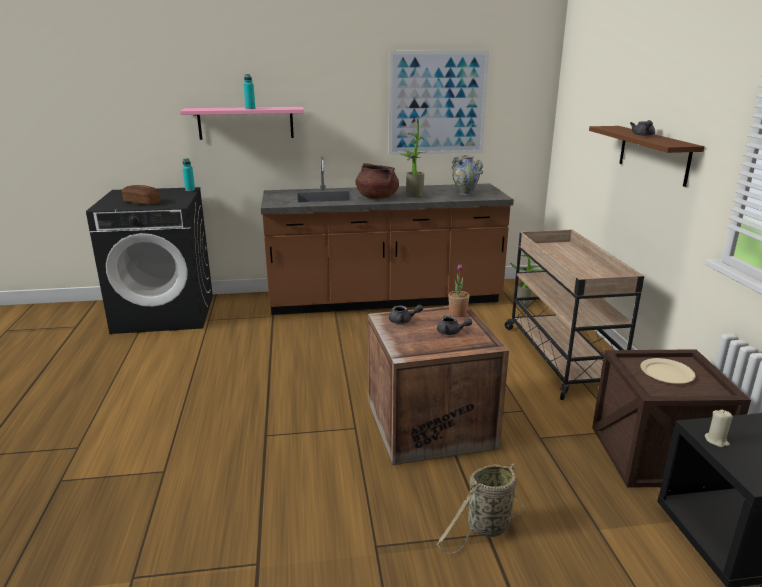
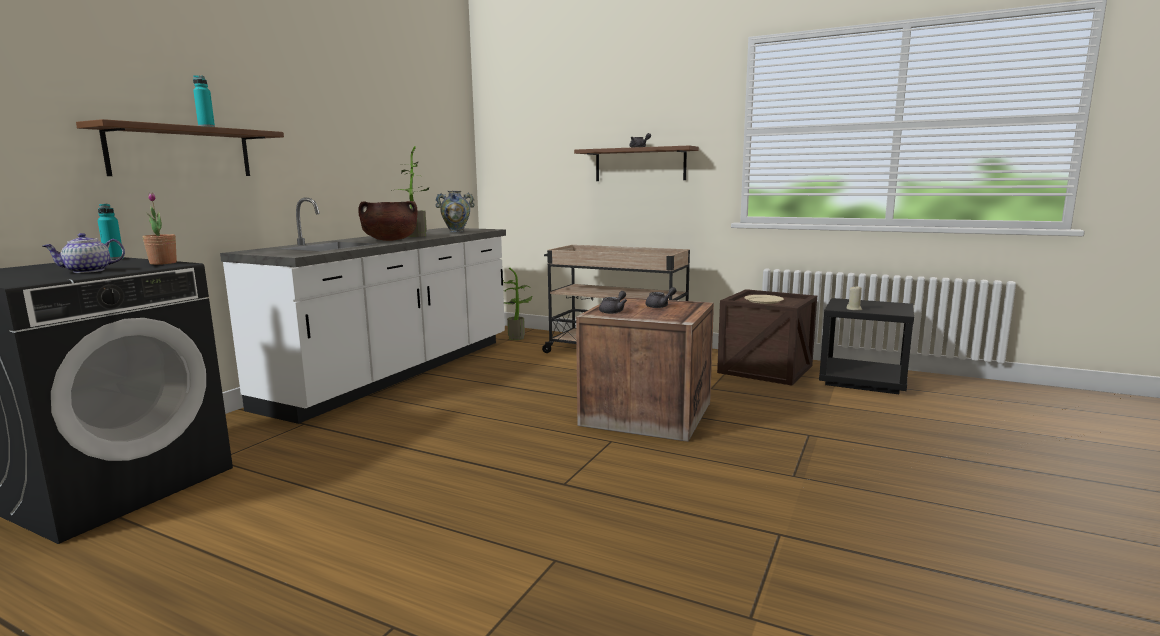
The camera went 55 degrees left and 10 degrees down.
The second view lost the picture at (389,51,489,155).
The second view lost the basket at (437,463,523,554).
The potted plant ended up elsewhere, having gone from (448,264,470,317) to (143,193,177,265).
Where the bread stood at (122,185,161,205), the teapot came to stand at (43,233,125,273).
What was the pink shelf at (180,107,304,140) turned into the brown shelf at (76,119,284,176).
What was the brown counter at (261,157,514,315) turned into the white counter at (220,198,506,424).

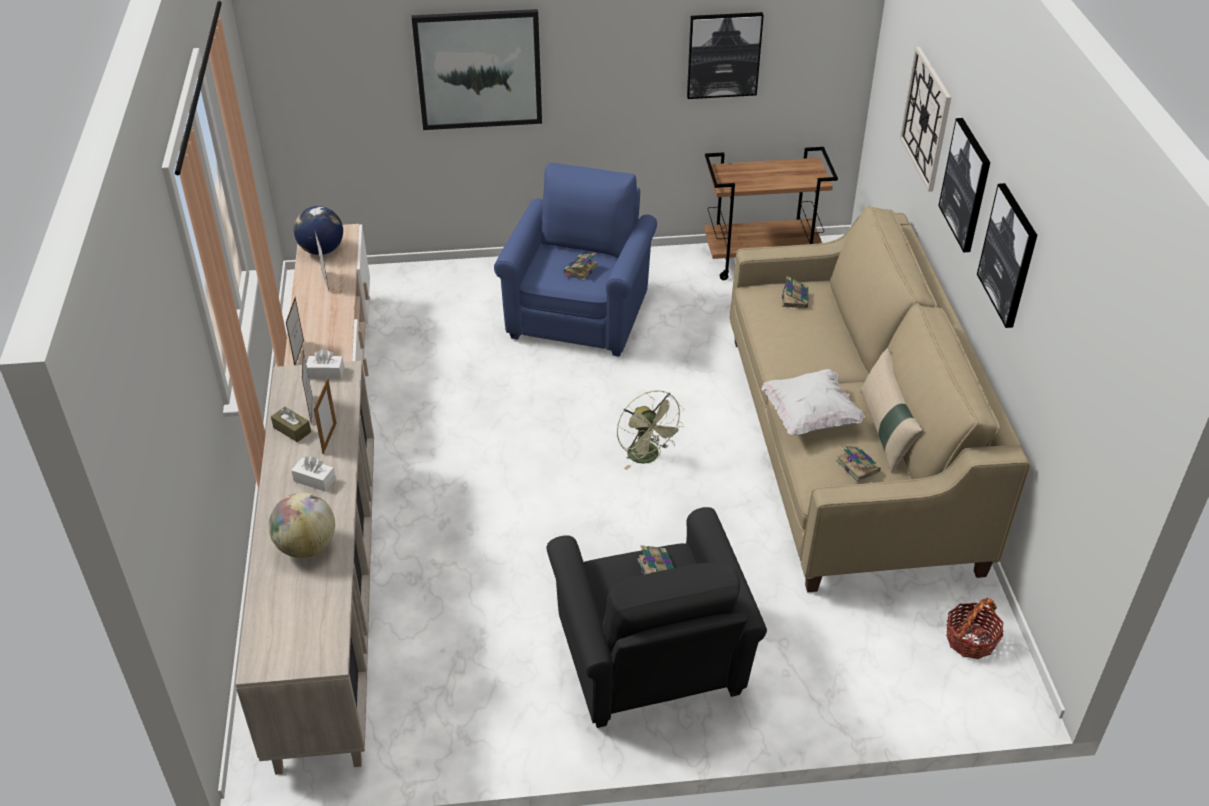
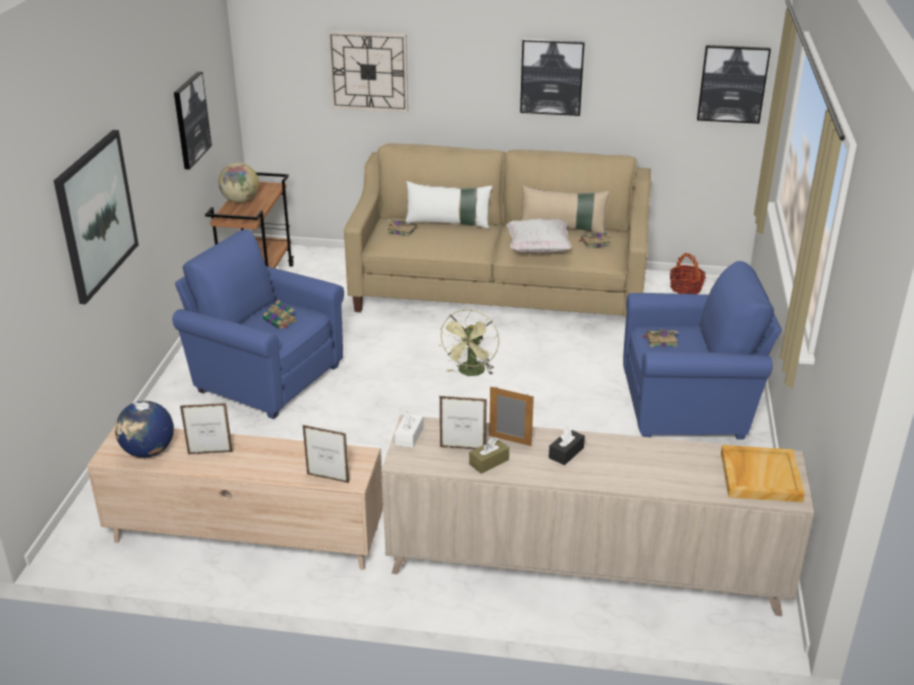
The camera went 75 degrees left and 10 degrees down.
The second view gained the white pillow at (405,181,492,229).
The second view gained the beige tray at (721,445,805,502).
The globe ended up elsewhere, having gone from (268,493,335,558) to (218,162,259,203).
The picture ended up elsewhere, having gone from (938,118,990,252) to (697,45,771,124).
What was the white tissue box at (291,456,336,491) turned into the black tissue box at (549,427,585,465).
What was the black armchair at (547,507,767,728) turned into the blue armchair at (623,261,782,440).
The green fan at (617,390,685,470) ended up facing another way, 120 degrees clockwise from before.

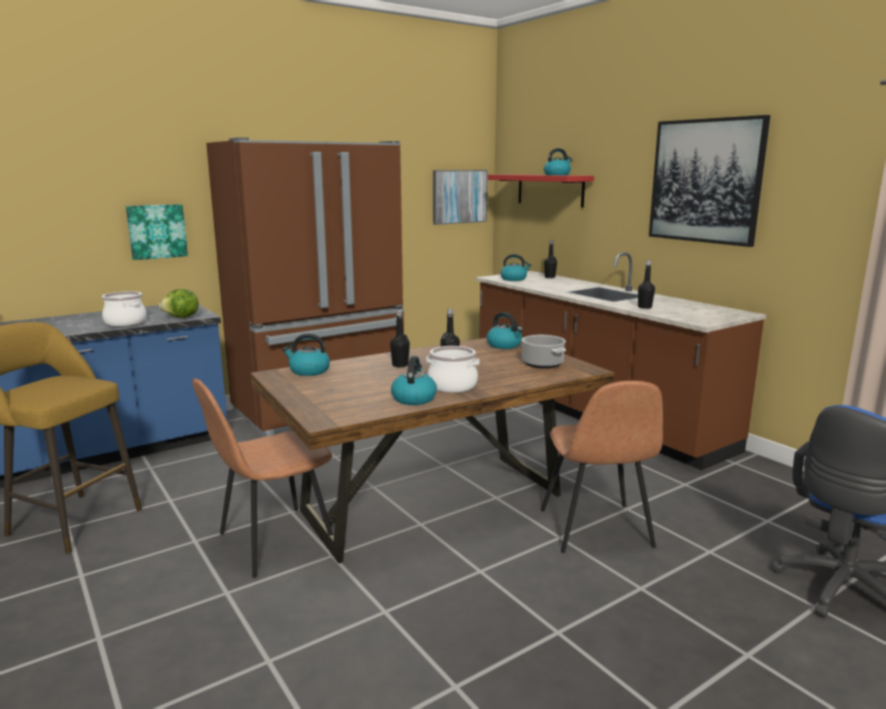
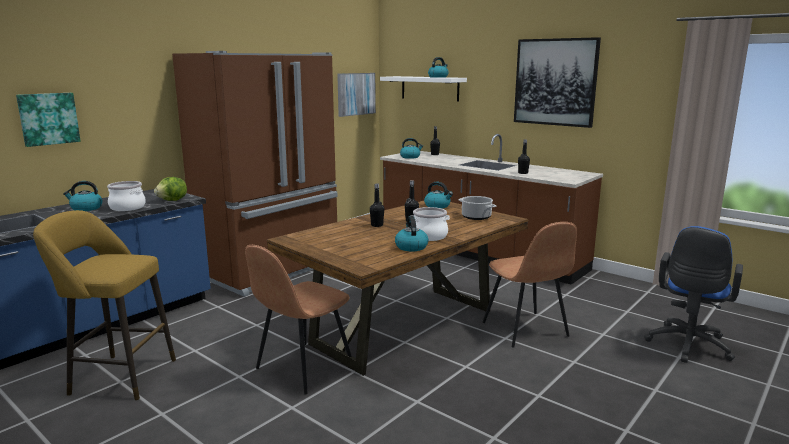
The camera went 15 degrees left and 0 degrees up.
The picture ended up elsewhere, having gone from (126,204,188,260) to (16,93,81,147).
The kettle ended up elsewhere, having gone from (282,334,330,376) to (63,181,103,211).
What was the red shelf at (488,174,594,208) turned into the white shelf at (380,76,467,102).

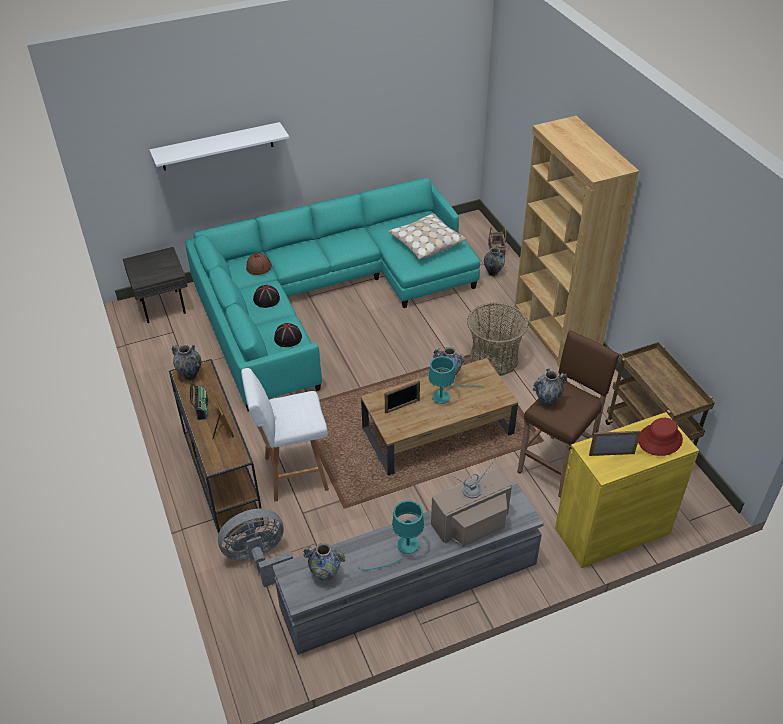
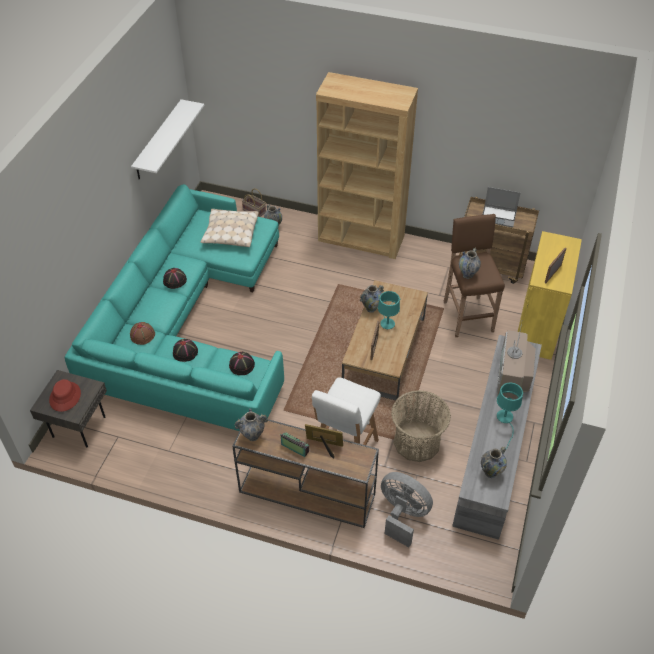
The camera went 50 degrees left and 5 degrees up.
The second view gained the black hat at (163,268,187,289).
The second view gained the laptop at (482,187,521,227).
The white shelf ended up elsewhere, having gone from (149,122,289,170) to (131,99,204,179).
The basket ended up elsewhere, having gone from (467,302,528,376) to (391,390,451,462).
The red hat ended up elsewhere, having gone from (638,418,683,456) to (49,379,81,412).
The grey fan at (218,508,293,587) ended up facing another way, 105 degrees clockwise from before.

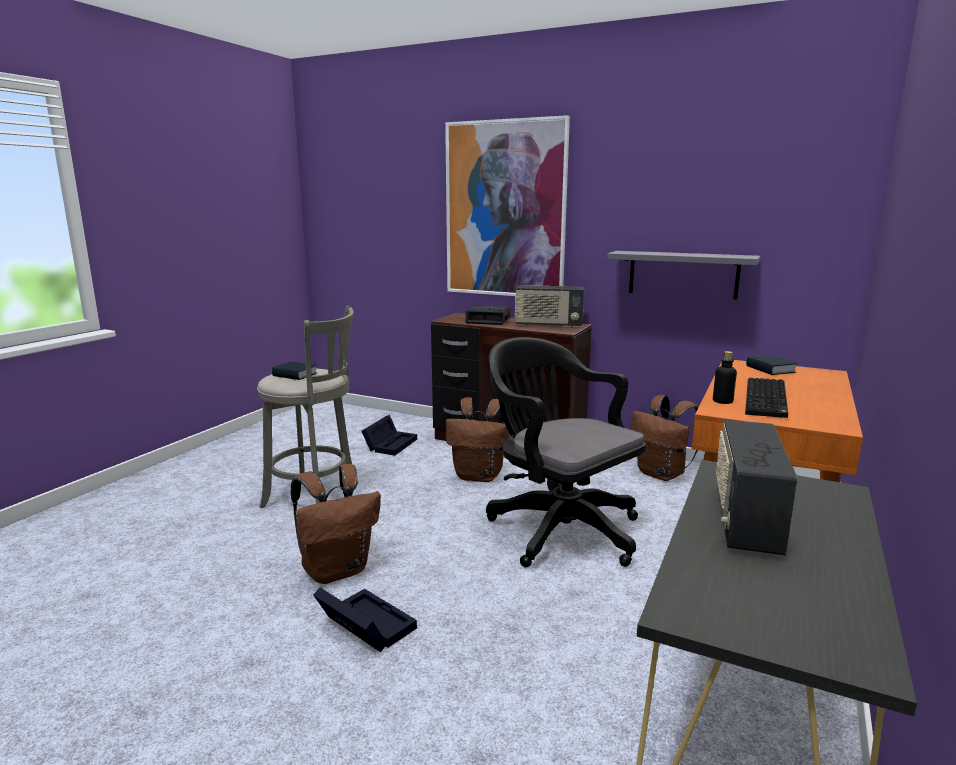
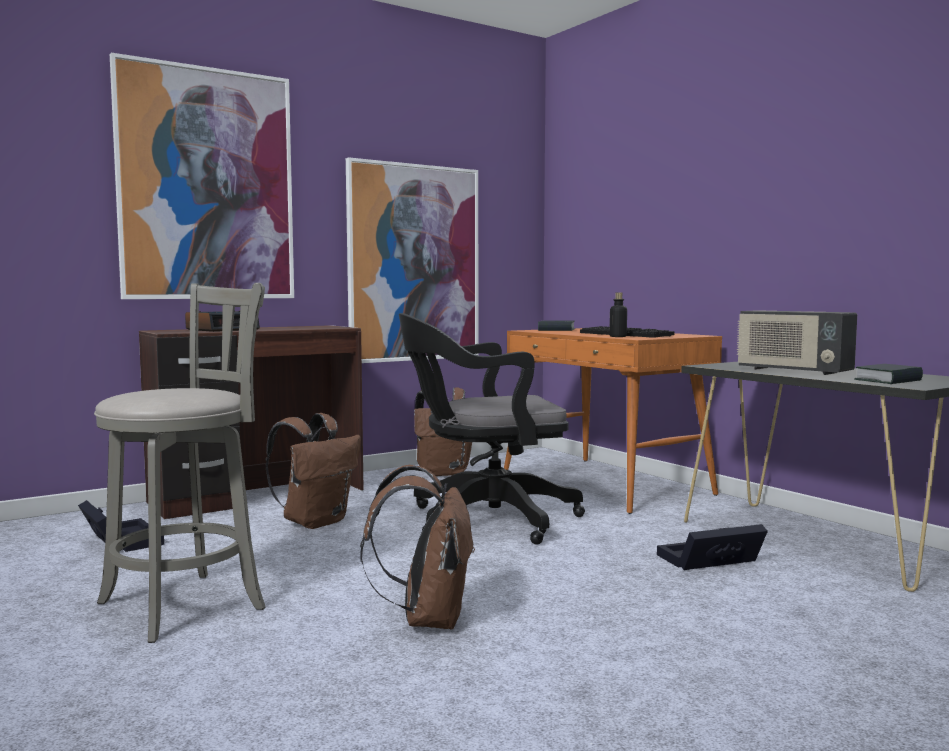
The camera went 60 degrees left and 10 degrees down.
The second view lost the radio at (515,285,584,327).
The book ended up elsewhere, having gone from (272,361,317,380) to (854,364,923,384).
The black storage box ended up elsewhere, having gone from (313,587,417,652) to (657,524,768,570).
Where the grey shelf hung at (607,251,760,300), the picture came to hang at (346,157,478,363).

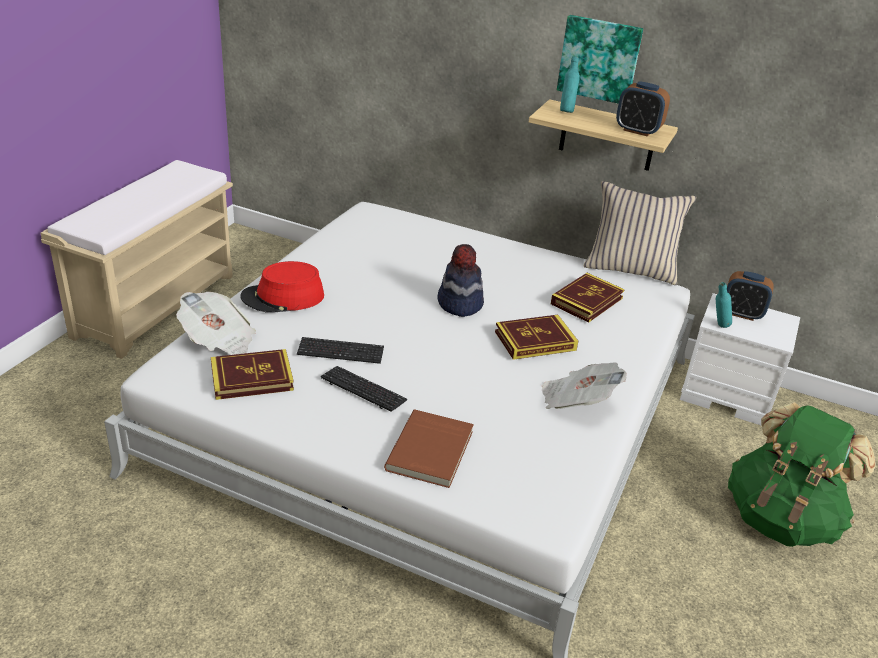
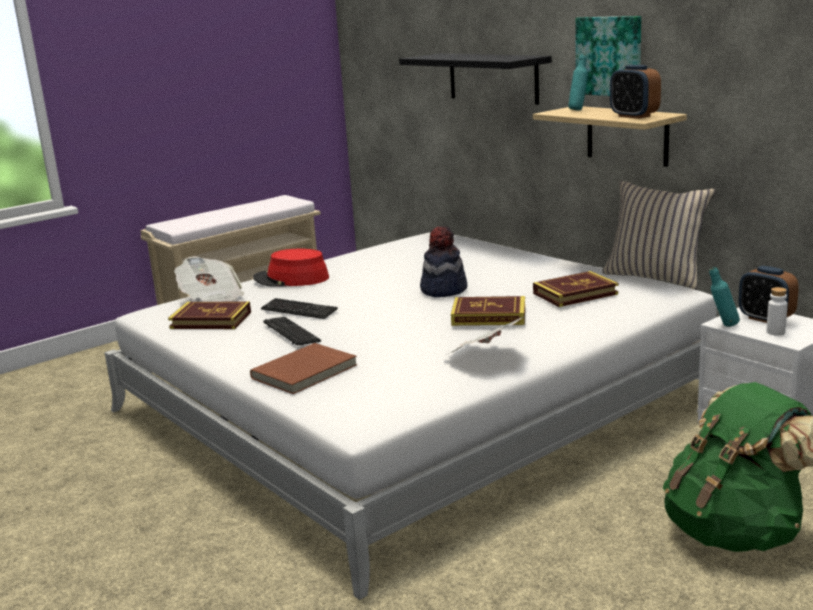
The camera went 30 degrees right and 15 degrees down.
The second view gained the black shelf at (399,53,552,105).
The second view gained the white bottle at (767,287,788,336).

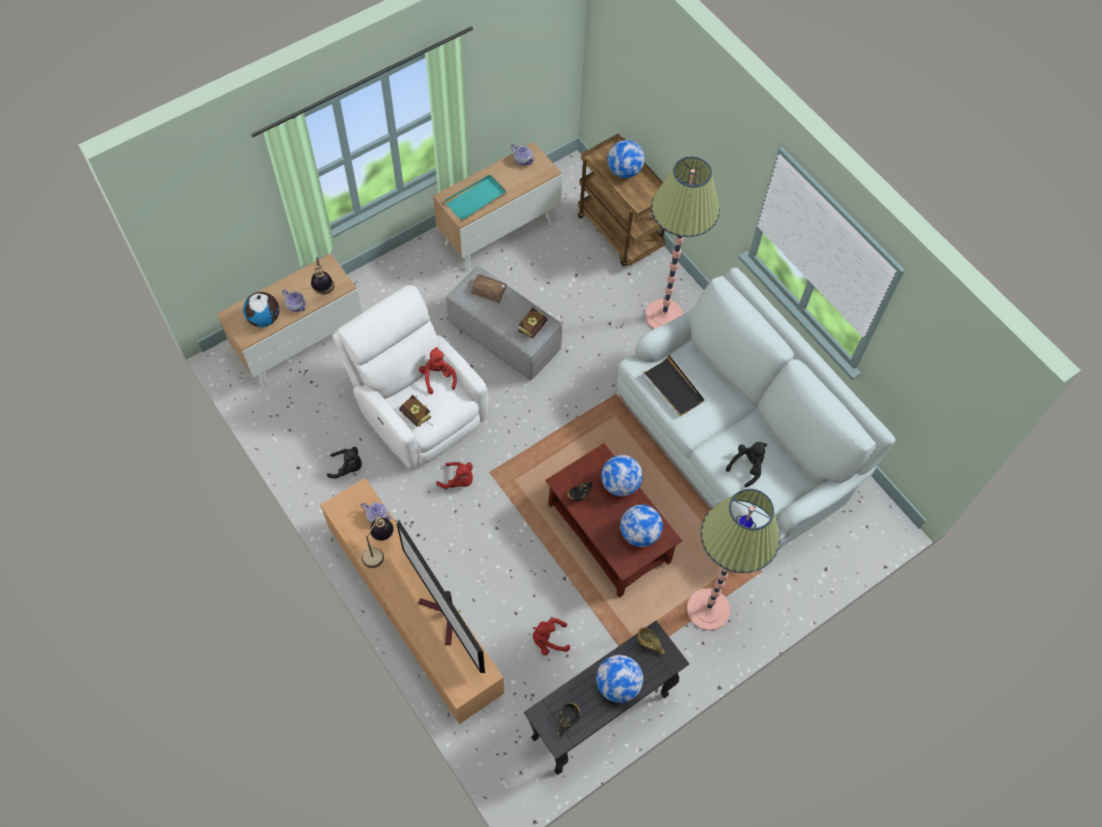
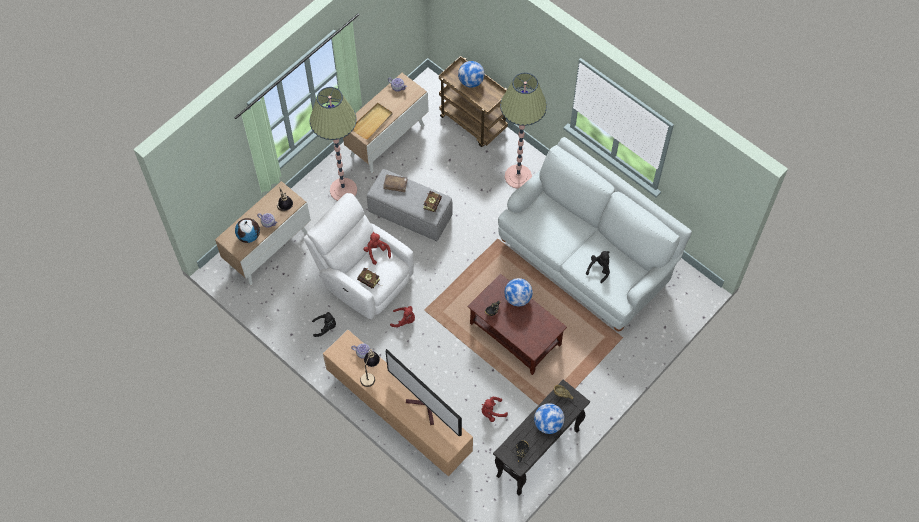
The camera went 10 degrees left and 0 degrees up.
The second view lost the globe at (620,505,663,547).
The second view lost the black tray at (643,355,704,416).
The floor lamp ended up elsewhere, having gone from (687,489,780,631) to (310,87,357,201).
What was the turquoise tray at (444,175,507,221) turned into the beige tray at (353,103,393,140).

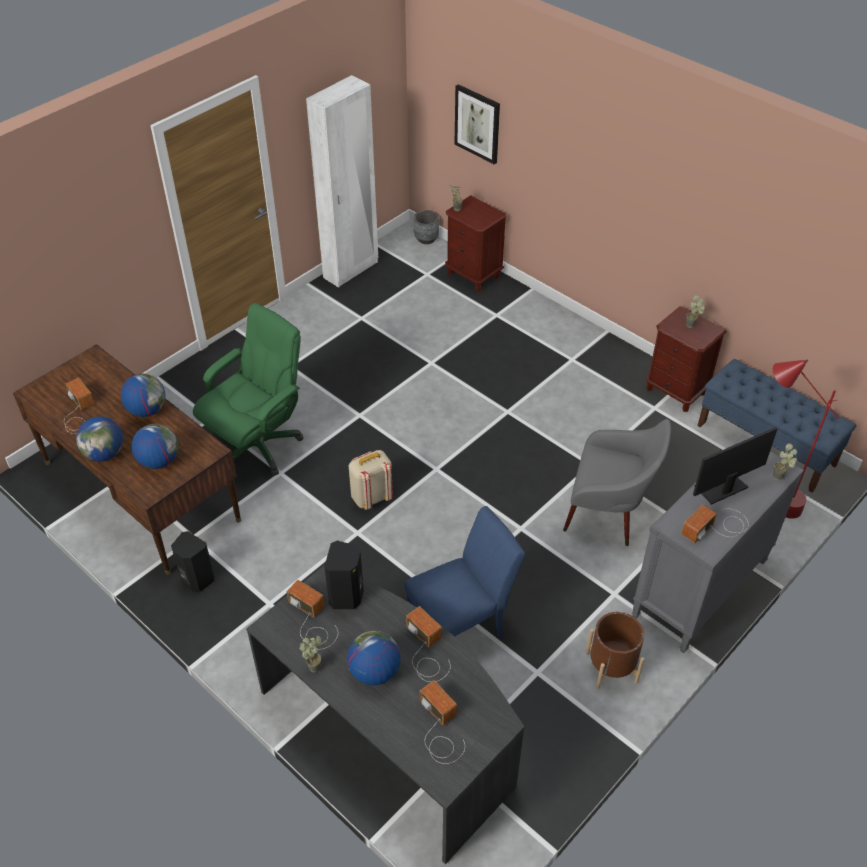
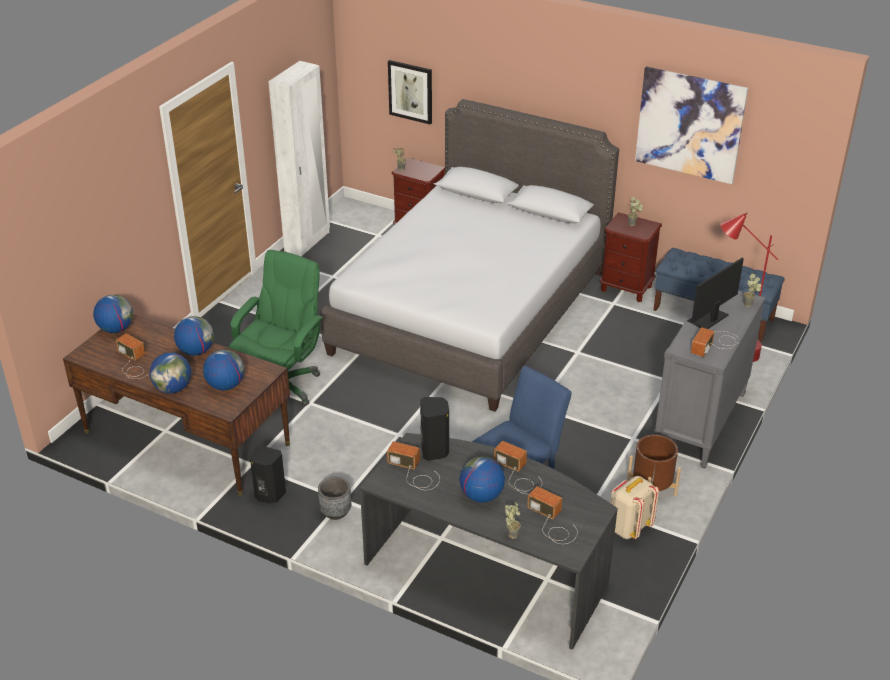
The camera went 15 degrees left and 10 degrees down.
The second view lost the grey armchair at (563,419,671,546).
The second view gained the globe at (93,295,133,333).
The second view gained the grey bed at (320,99,619,412).
The second view gained the picture at (635,67,748,184).
The potted plant ended up elsewhere, having gone from (299,636,322,673) to (505,502,521,539).
The beige backpack ended up elsewhere, having gone from (349,450,393,510) to (610,476,659,539).
The grey planter ended up elsewhere, having gone from (414,210,439,244) to (318,477,351,520).

